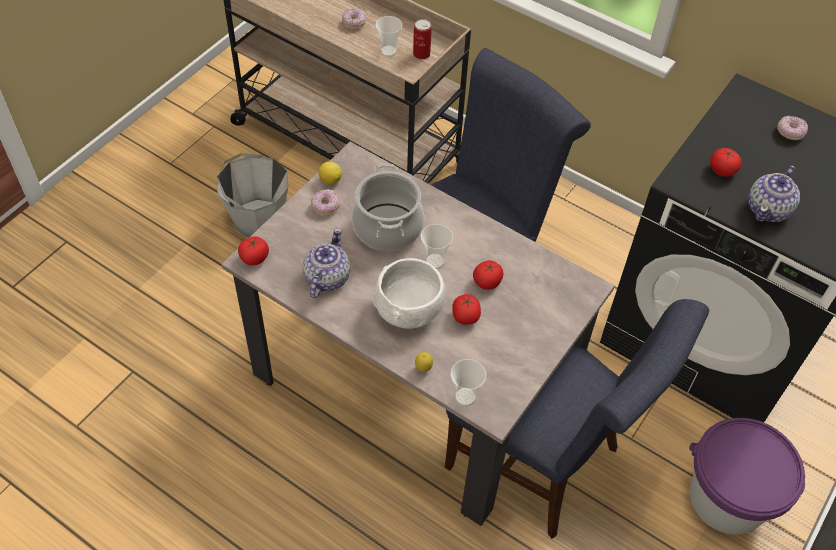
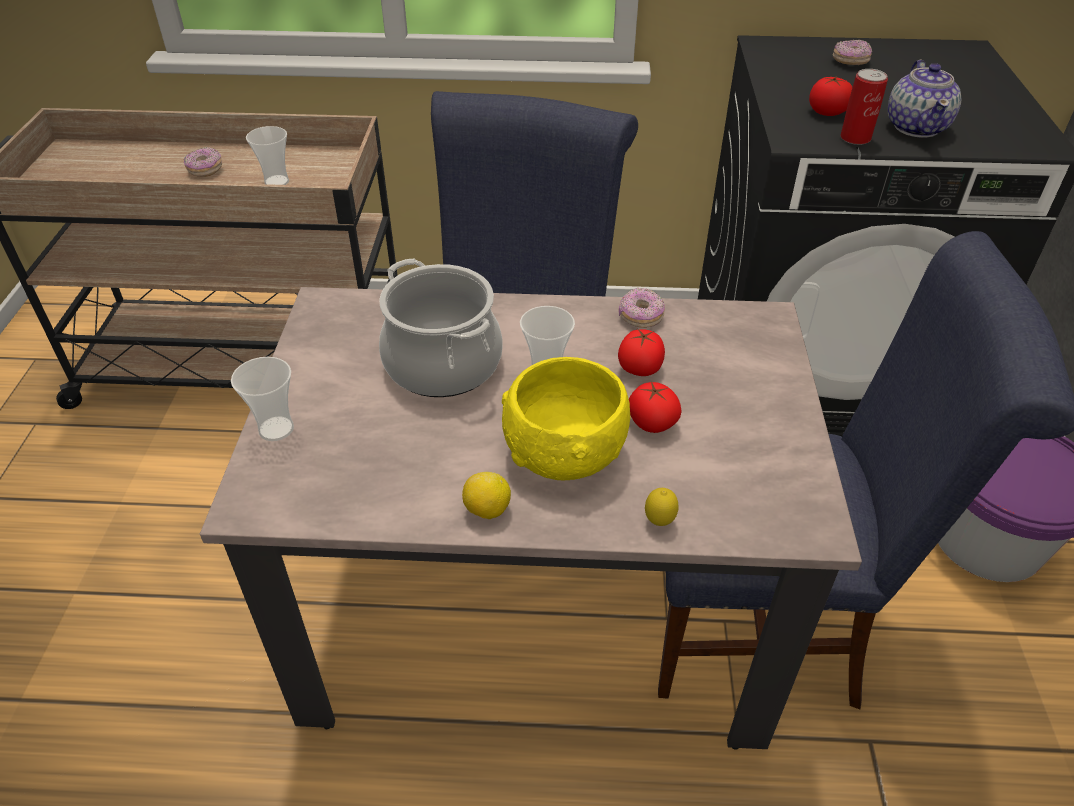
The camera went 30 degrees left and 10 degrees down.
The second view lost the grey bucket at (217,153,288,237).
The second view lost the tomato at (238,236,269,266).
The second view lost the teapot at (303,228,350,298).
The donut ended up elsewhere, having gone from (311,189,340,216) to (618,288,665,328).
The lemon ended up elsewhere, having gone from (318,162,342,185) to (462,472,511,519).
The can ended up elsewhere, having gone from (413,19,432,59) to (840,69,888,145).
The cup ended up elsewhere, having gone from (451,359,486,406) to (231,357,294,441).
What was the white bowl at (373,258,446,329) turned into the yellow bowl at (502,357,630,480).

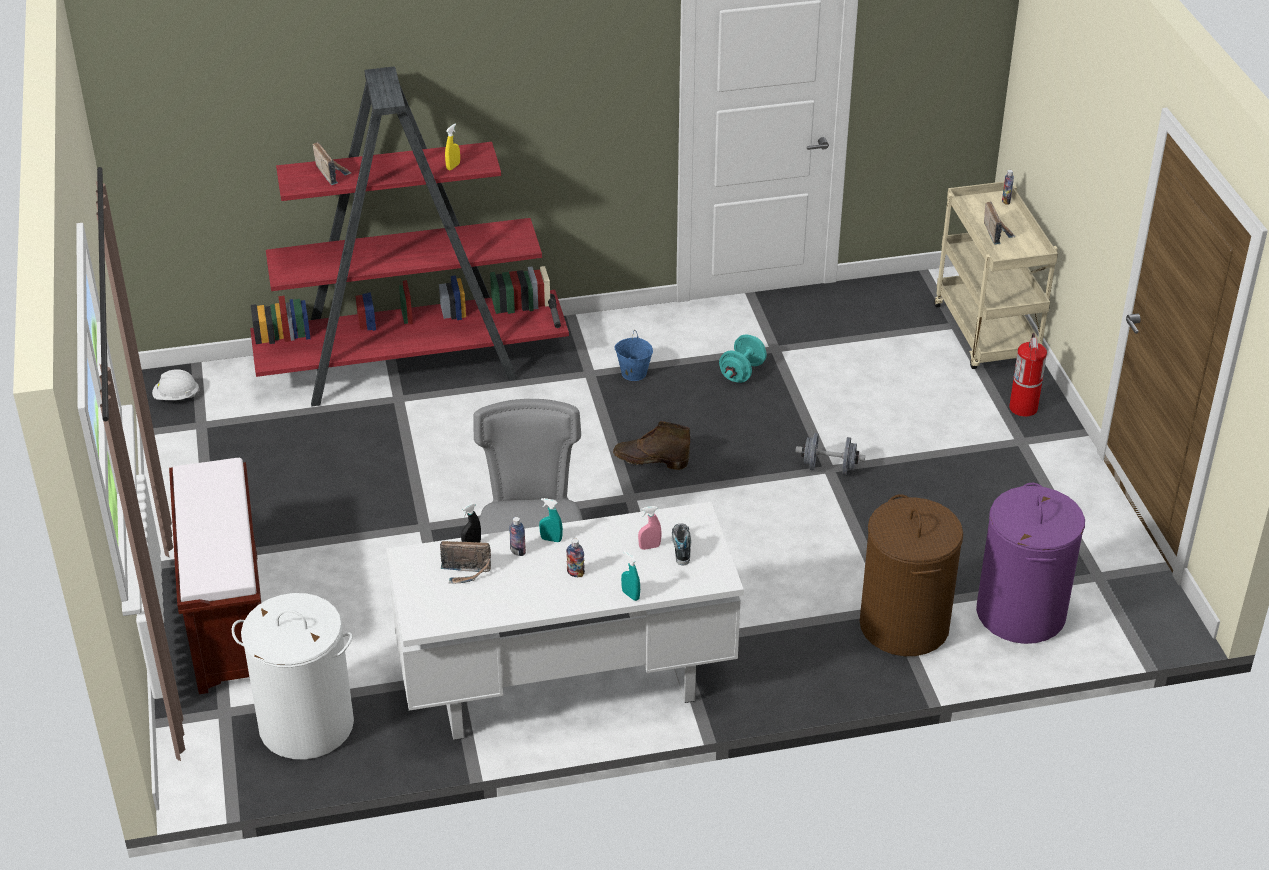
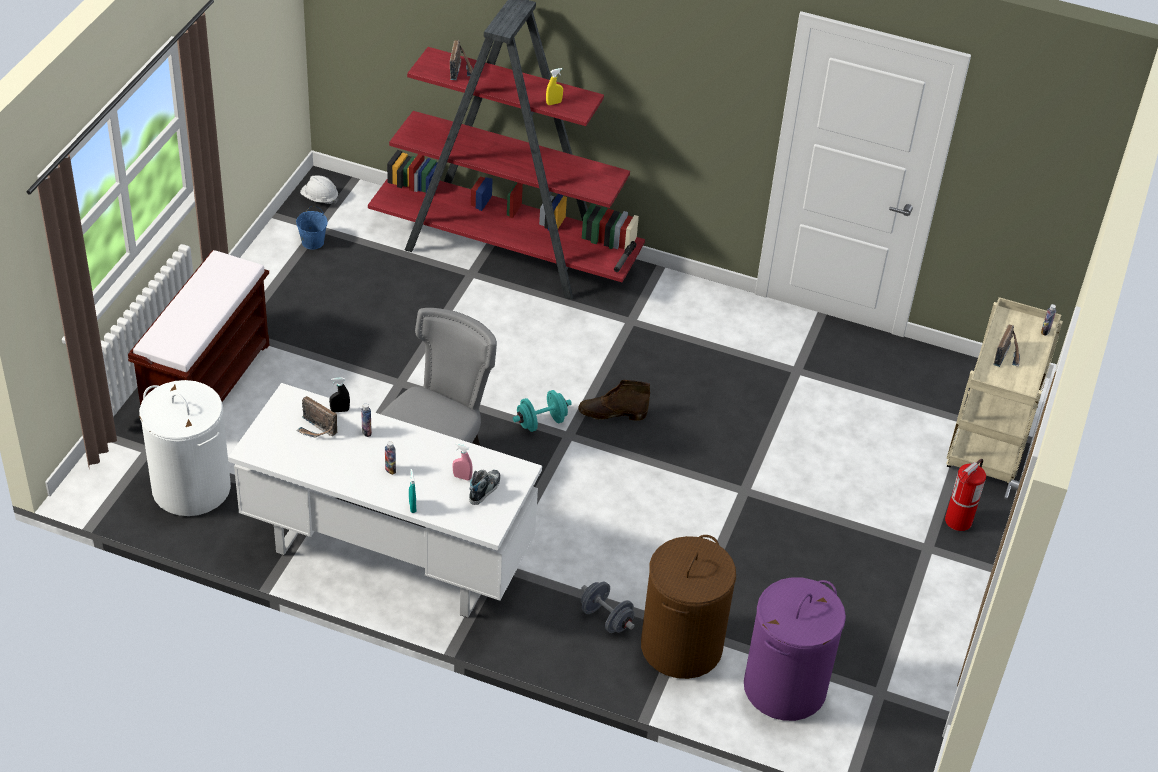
The camera went 30 degrees right and 5 degrees up.
The second view lost the turquoise spray bottle at (539,498,563,542).
The blue bucket ended up elsewhere, having gone from (615,330,653,381) to (296,206,328,250).
The turquoise dumbbell ended up elsewhere, having gone from (719,334,767,383) to (513,390,572,432).
The grey dumbbell ended up elsewhere, having gone from (795,433,865,475) to (581,582,635,633).
The brown boot at (613,421,690,470) ended up facing another way, 45 degrees counterclockwise from before.

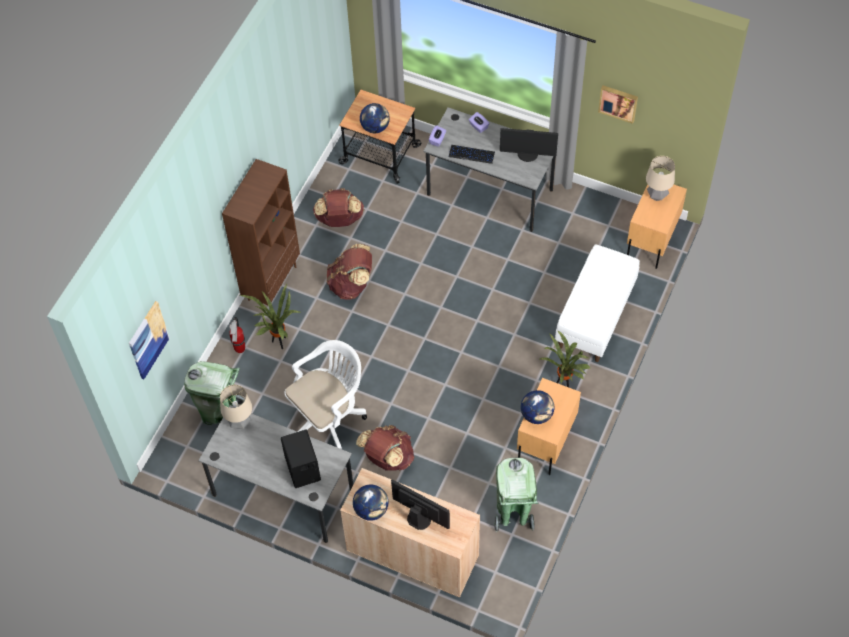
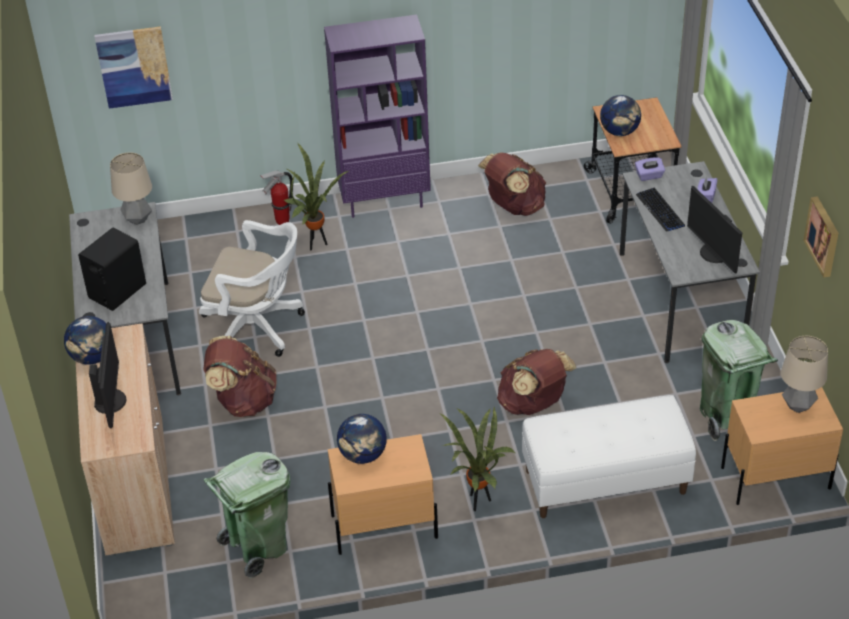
The camera went 55 degrees right and 15 degrees down.
The green trash can ended up elsewhere, having gone from (184,361,245,425) to (700,320,778,441).
The brown backpack ended up elsewhere, having gone from (327,244,372,300) to (497,349,576,415).
What was the brown bookcase at (222,159,300,305) turned into the purple bookcase at (324,15,431,218).

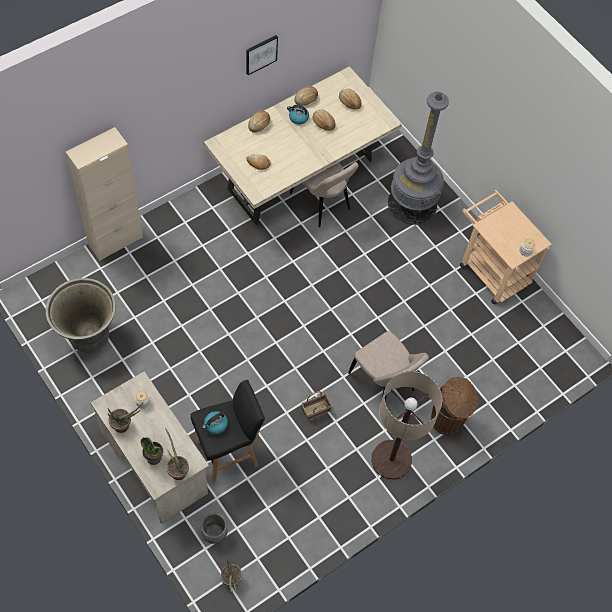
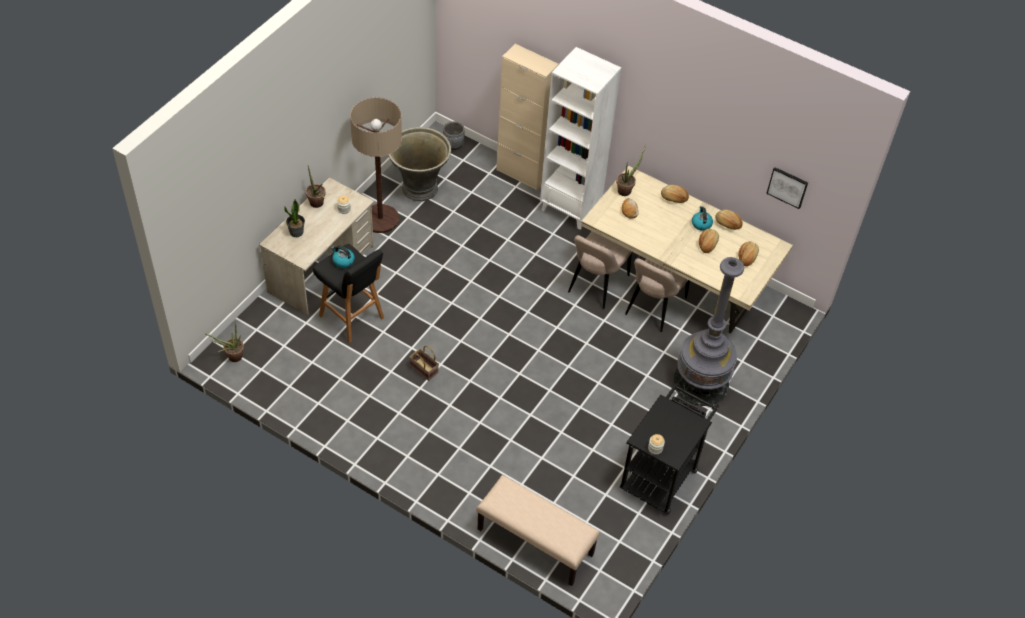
The camera went 70 degrees right and 10 degrees down.
The second view lost the brown trash can at (431,377,478,435).
The second view gained the beige bench at (476,475,600,586).
The second view gained the white bookcase at (540,47,621,230).
The potted plant ended up elsewhere, having gone from (165,428,189,480) to (616,145,646,196).
The grey planter ended up elsewhere, having gone from (201,513,227,544) to (443,121,465,150).
The picture ended up elsewhere, having gone from (246,35,278,75) to (766,167,808,209).
The beige chair ended up elsewhere, having gone from (348,331,429,402) to (568,232,632,309).
The floor lamp ended up elsewhere, having gone from (371,371,442,479) to (350,98,402,233).
What was the beige cart at (460,190,552,304) turned into the black cart at (620,383,719,515).

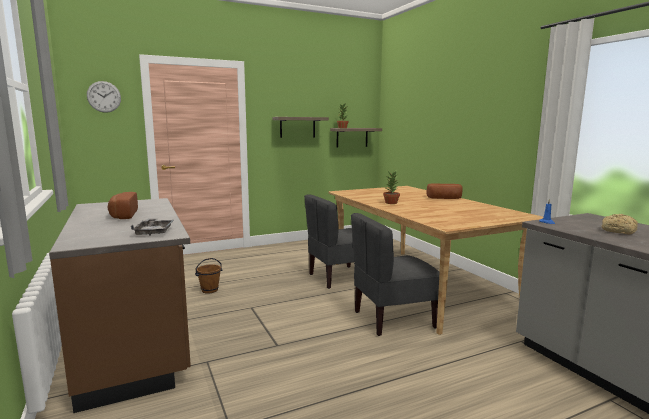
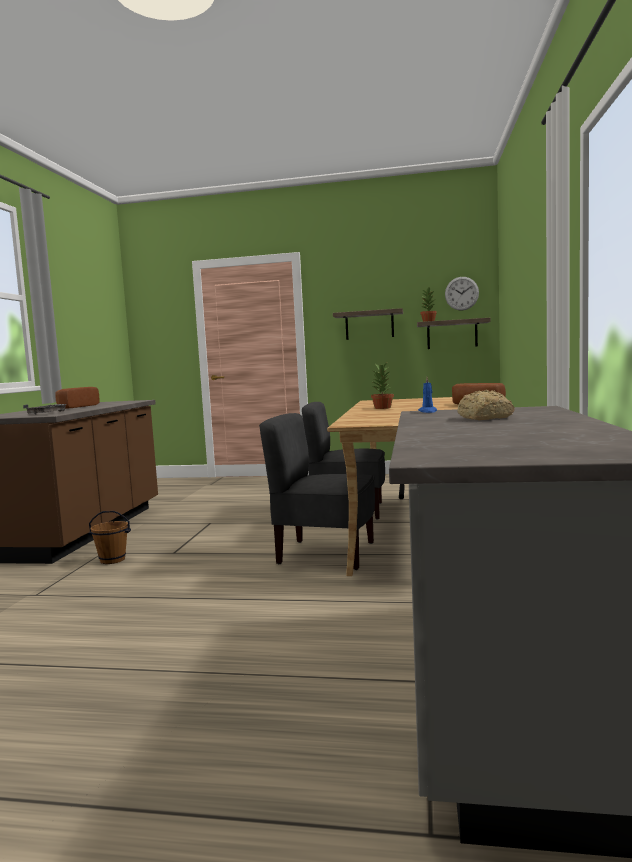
The camera went 35 degrees right and 5 degrees down.
The wall clock ended up elsewhere, having gone from (87,81,121,113) to (445,277,479,311).
The brown bucket ended up elsewhere, having gone from (195,258,223,294) to (88,511,131,564).

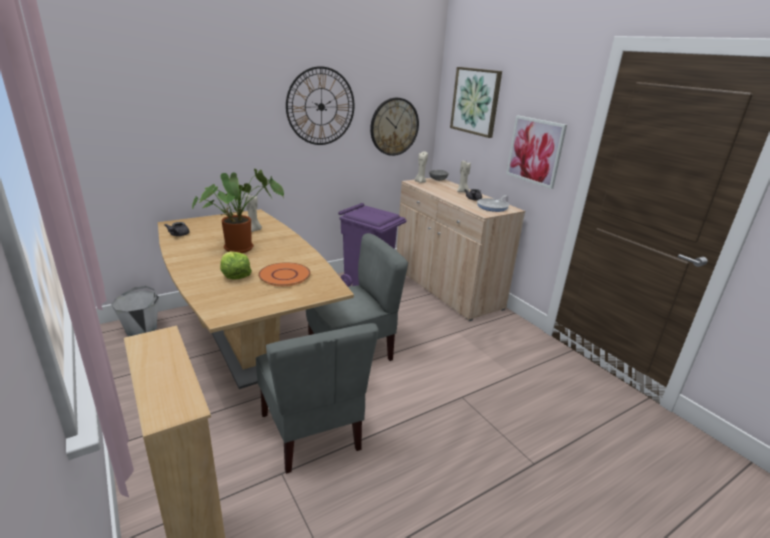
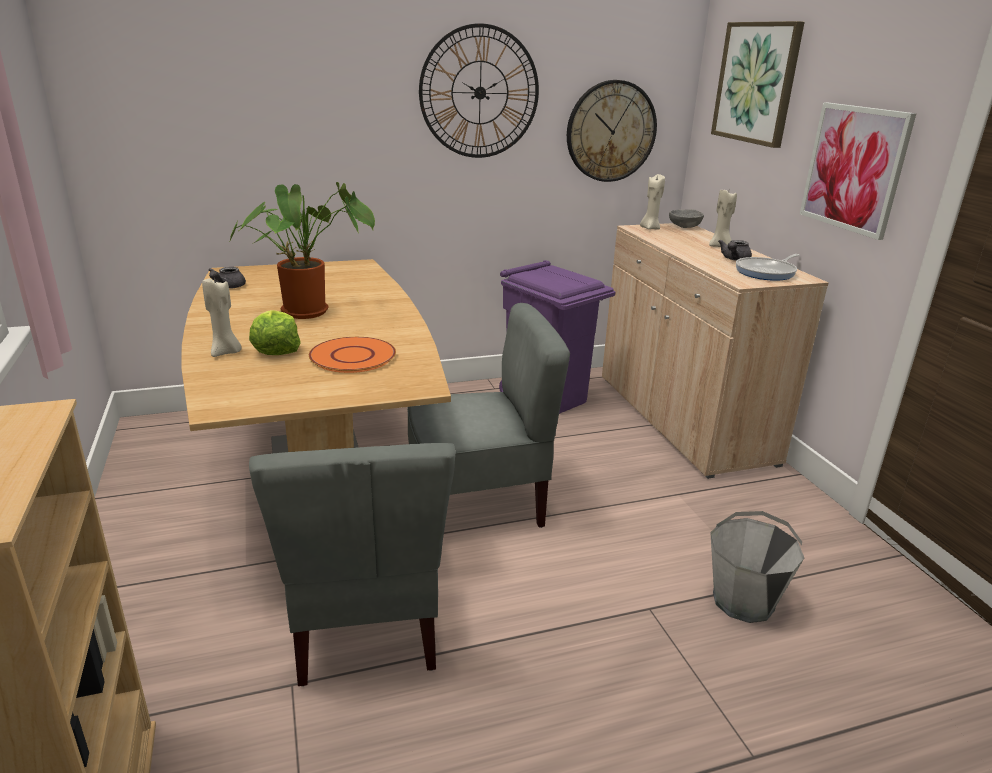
The camera went 15 degrees right and 0 degrees up.
The grey bucket ended up elsewhere, having gone from (111,286,159,336) to (710,511,804,623).
The beige candle ended up elsewhere, having gone from (245,194,262,232) to (202,277,242,357).

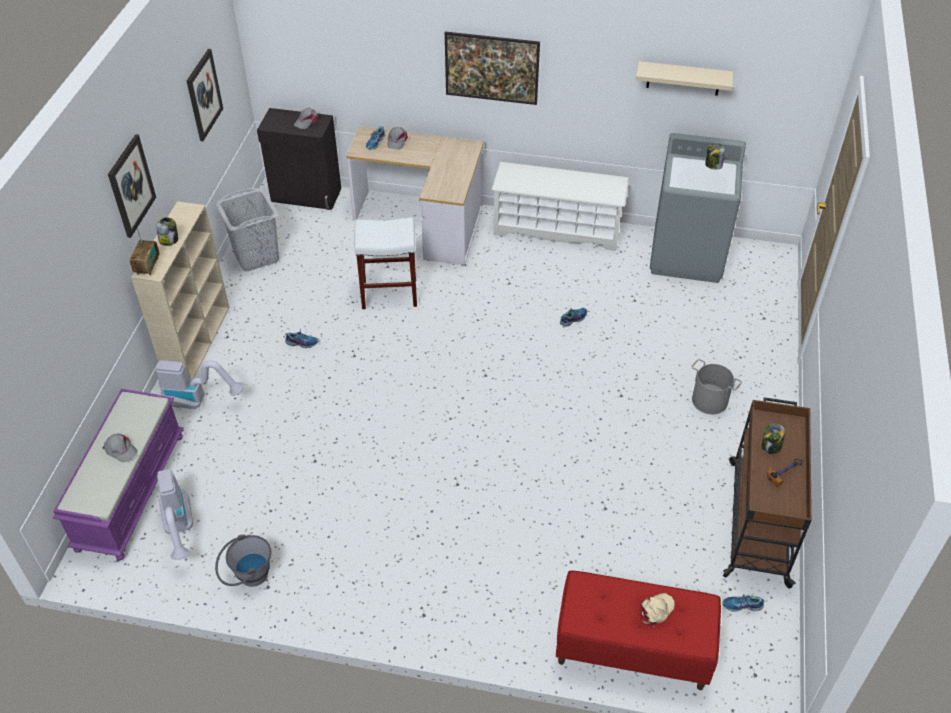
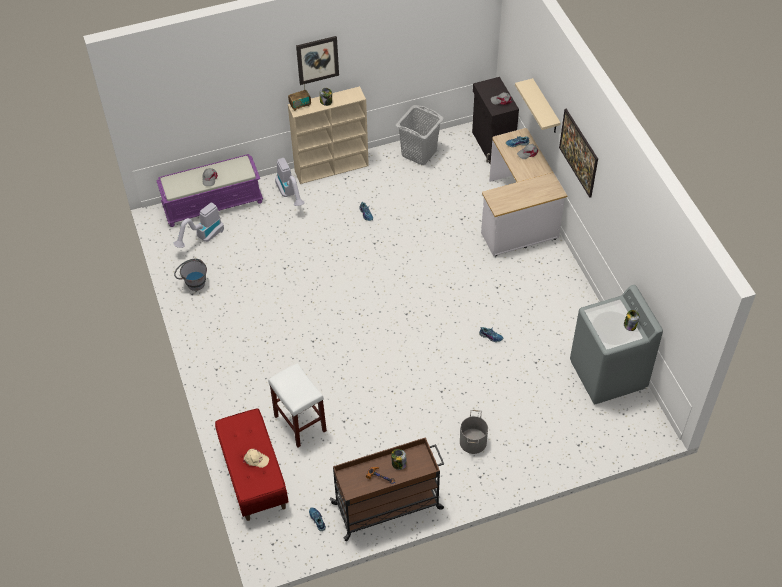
The camera went 60 degrees right and 5 degrees up.
The second view lost the picture at (187,49,223,141).
The second view lost the white shoe rack at (491,162,629,251).
The white stool ended up elsewhere, having gone from (354,217,417,309) to (268,363,327,448).
The beige shelf ended up elsewhere, having gone from (636,61,733,96) to (515,78,561,132).

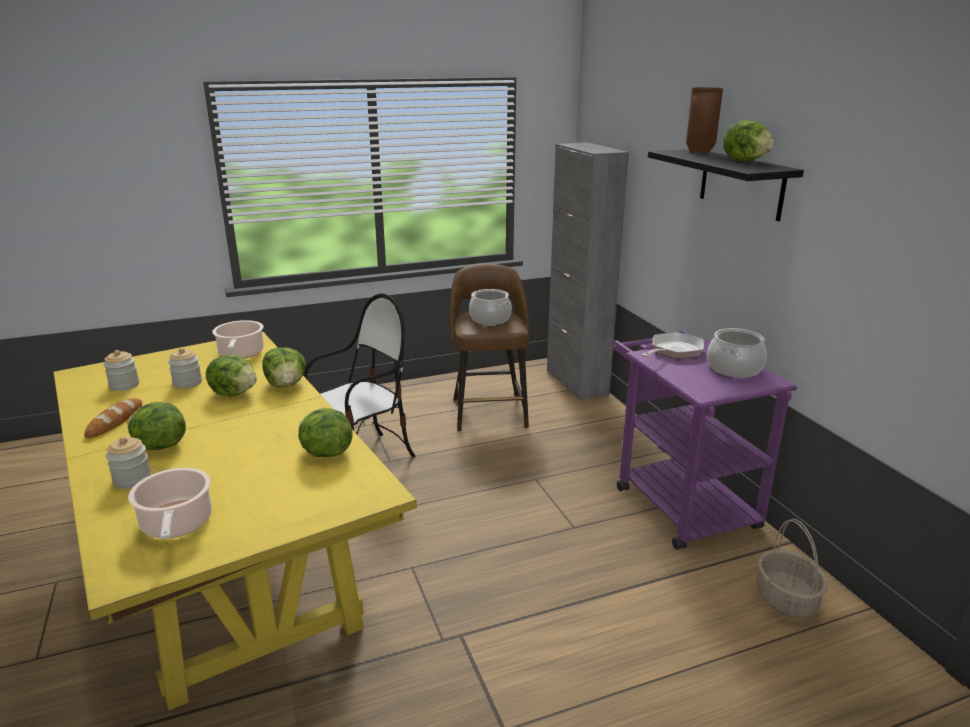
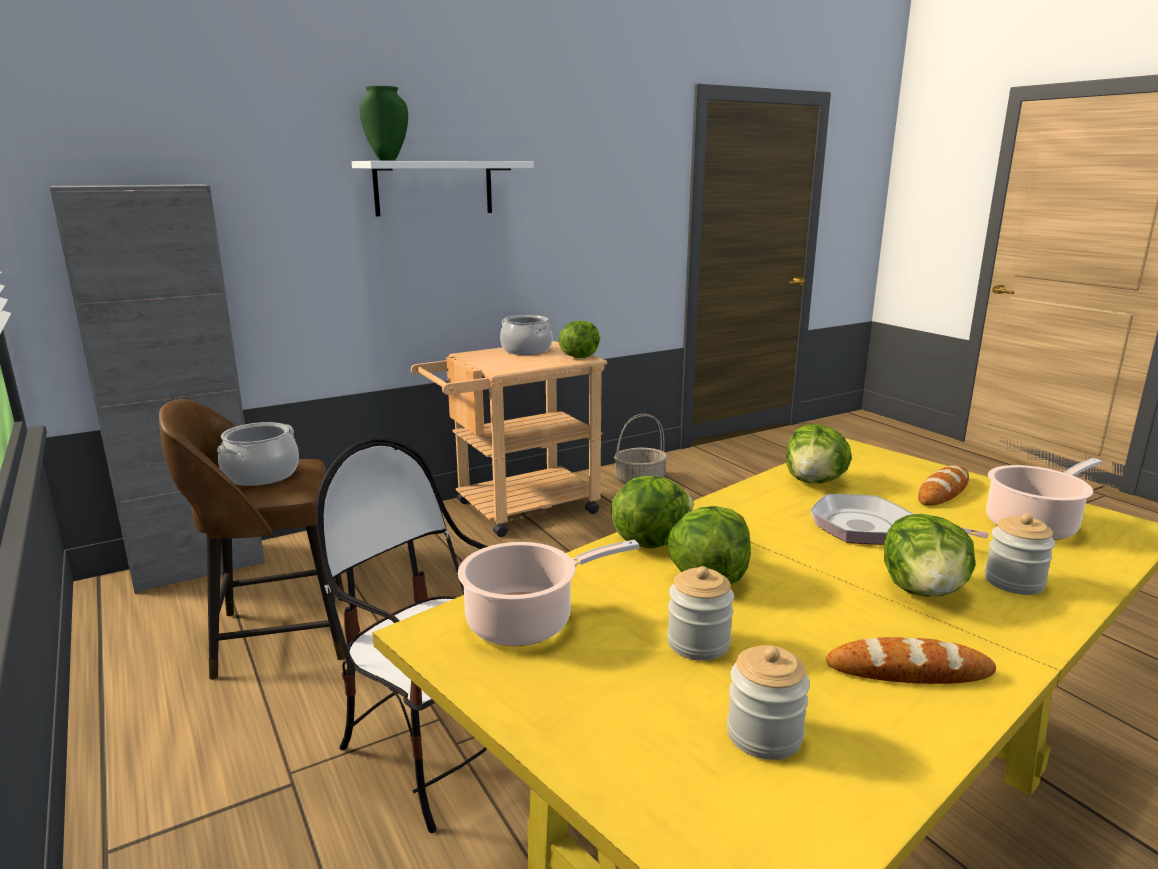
The camera went 100 degrees left and 5 degrees down.
The second view gained the bread at (918,465,969,506).
The frying pan ended up elsewhere, having gone from (641,332,704,359) to (810,494,989,545).
The lettuce ended up elsewhere, having gone from (723,120,775,161) to (559,321,600,358).
What was the purple cart at (612,330,797,550) turned into the beige cart at (411,341,607,537).
What was the black shelf at (648,149,804,221) turned into the white shelf at (352,161,534,216).
What was the brown vase at (686,87,723,153) turned into the green vase at (360,86,408,161).

